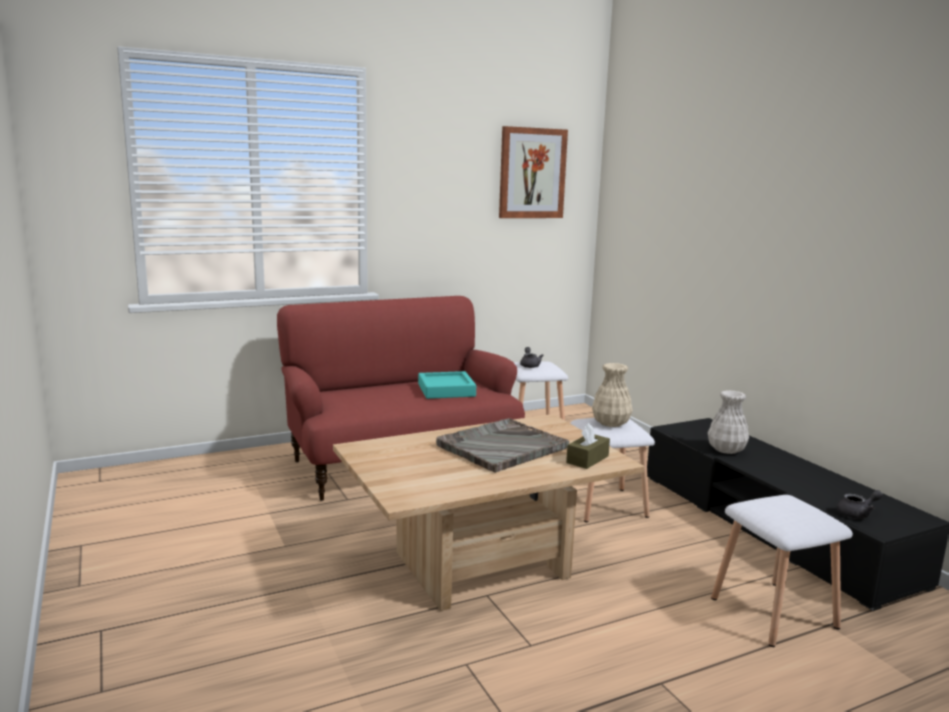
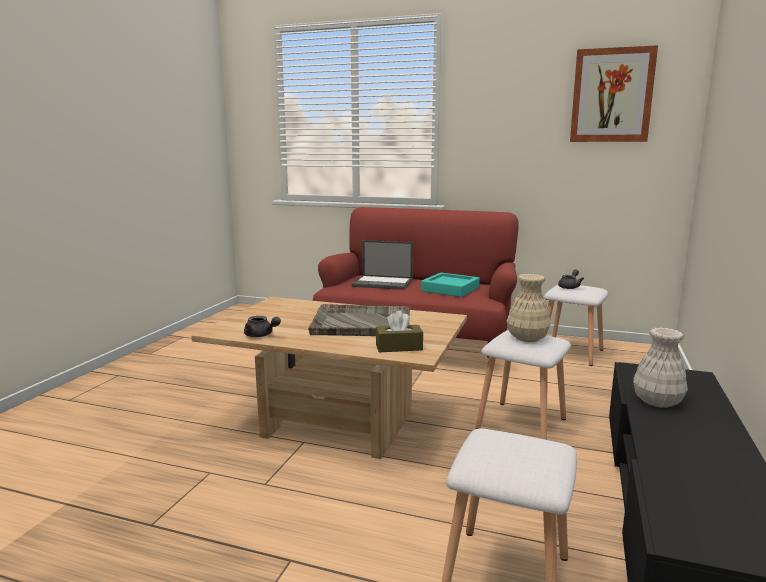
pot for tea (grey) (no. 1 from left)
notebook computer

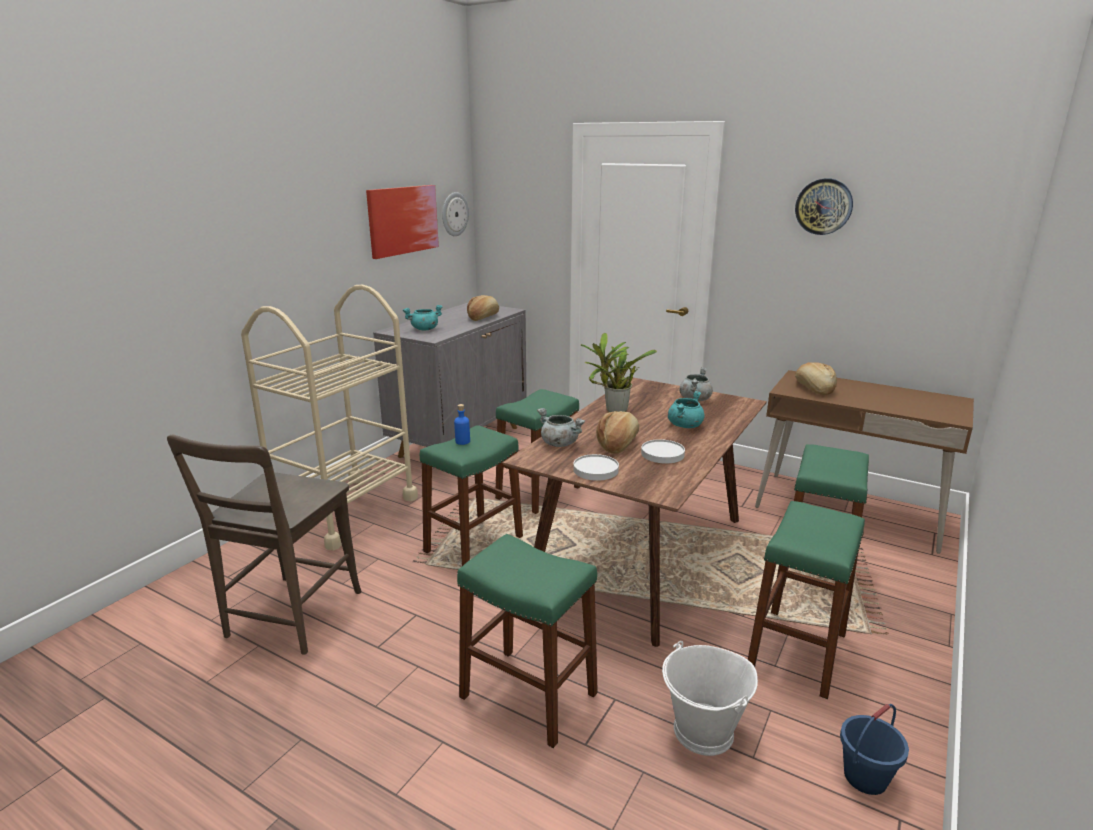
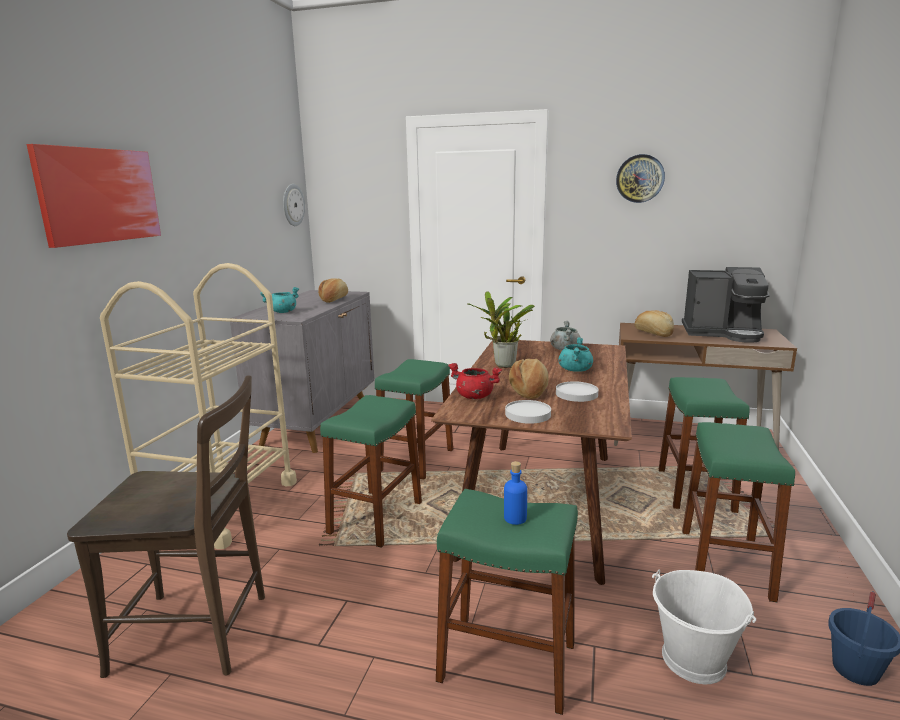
upright chair (brown-coloured)
wall picture
drink bottle (blue)
cooking pot (reddish)
coffee maker

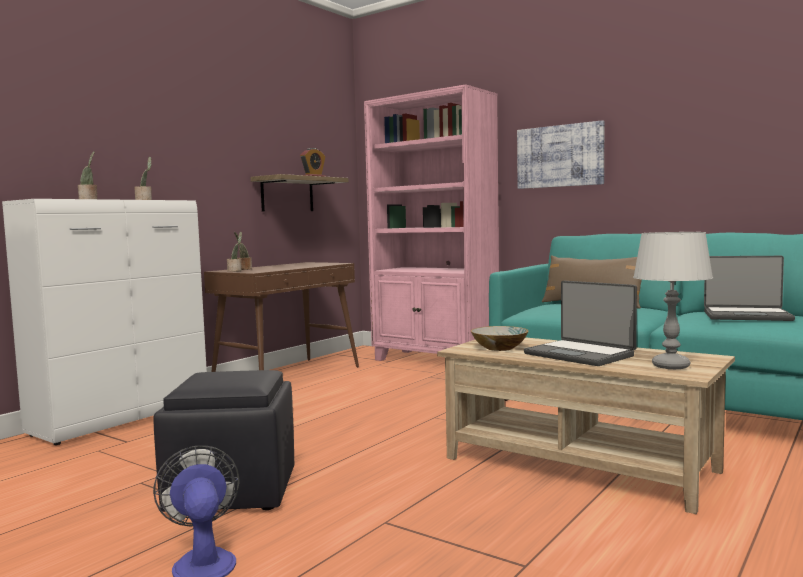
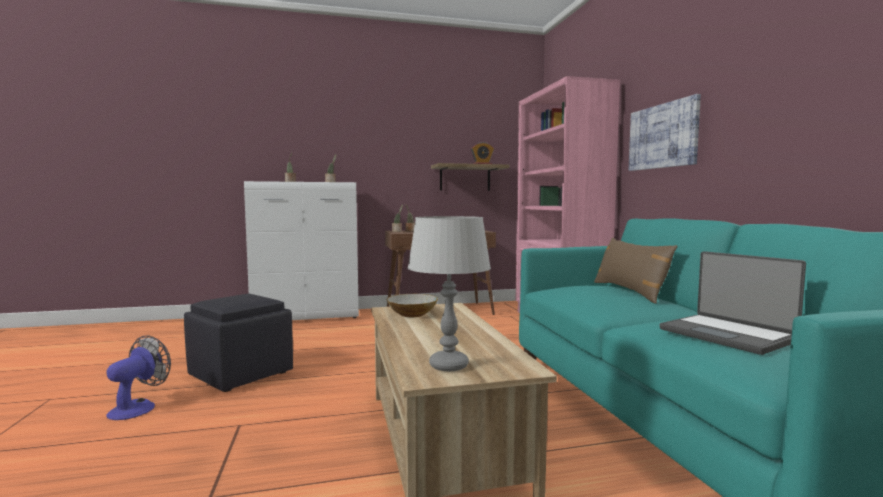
notebook computer (no. 1 from left in the first image)

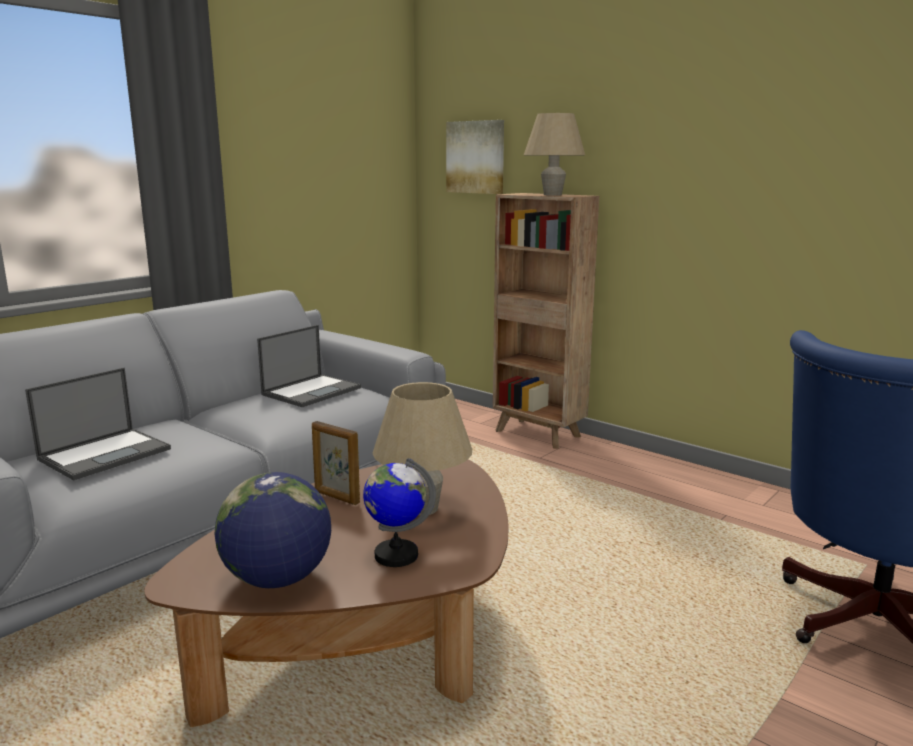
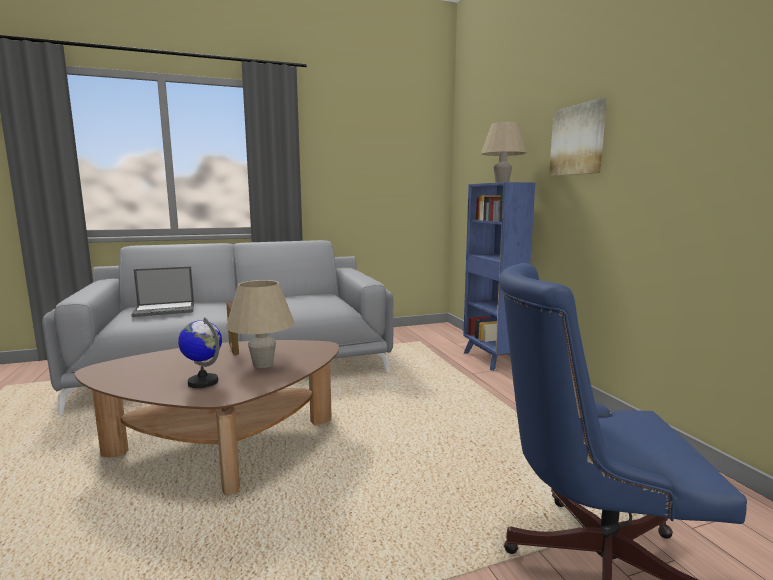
world globe (no. 1 from left in the first image)
notebook computer (no. 2 from left in the first image)
wall picture
shelving unit (blue)

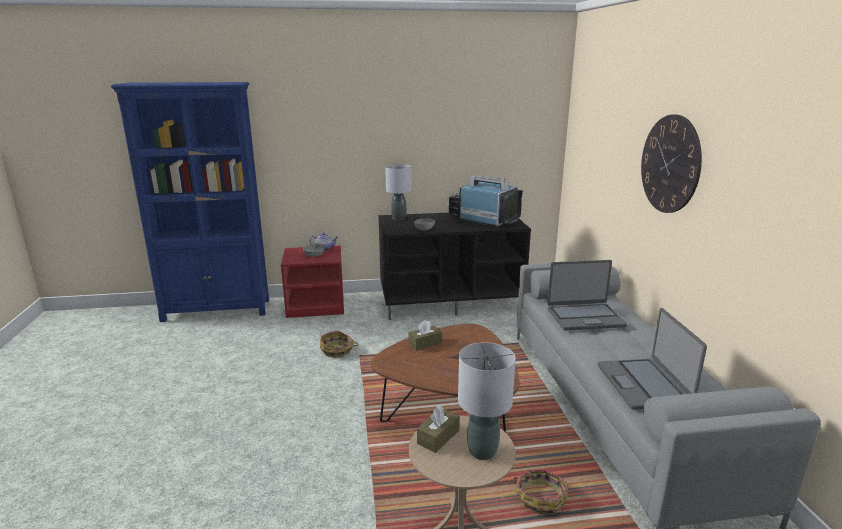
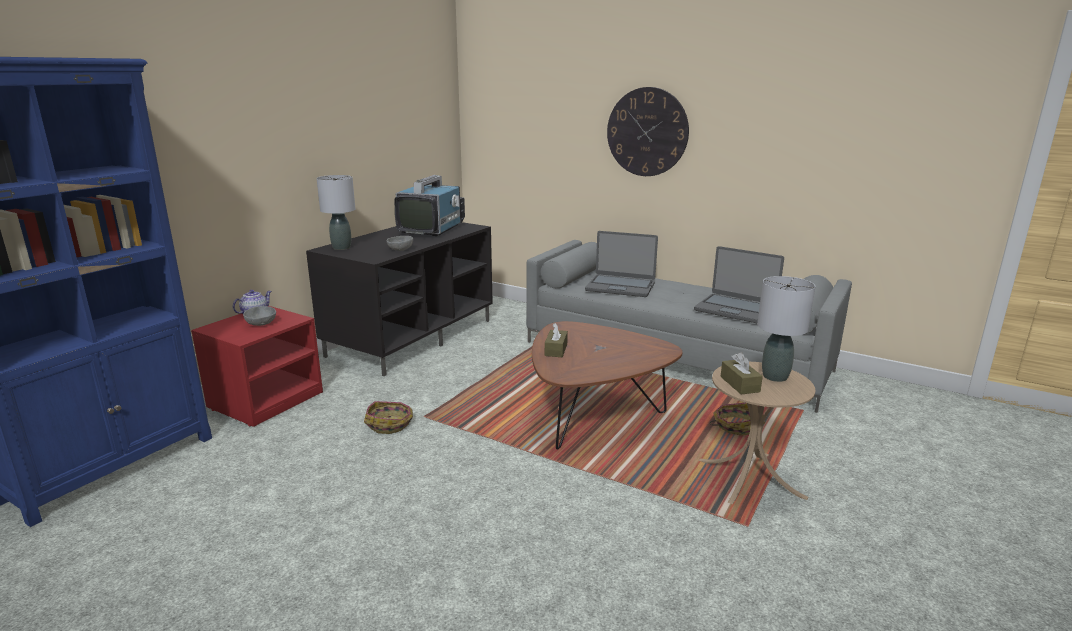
TV
notebook computer (no. 1 from left)

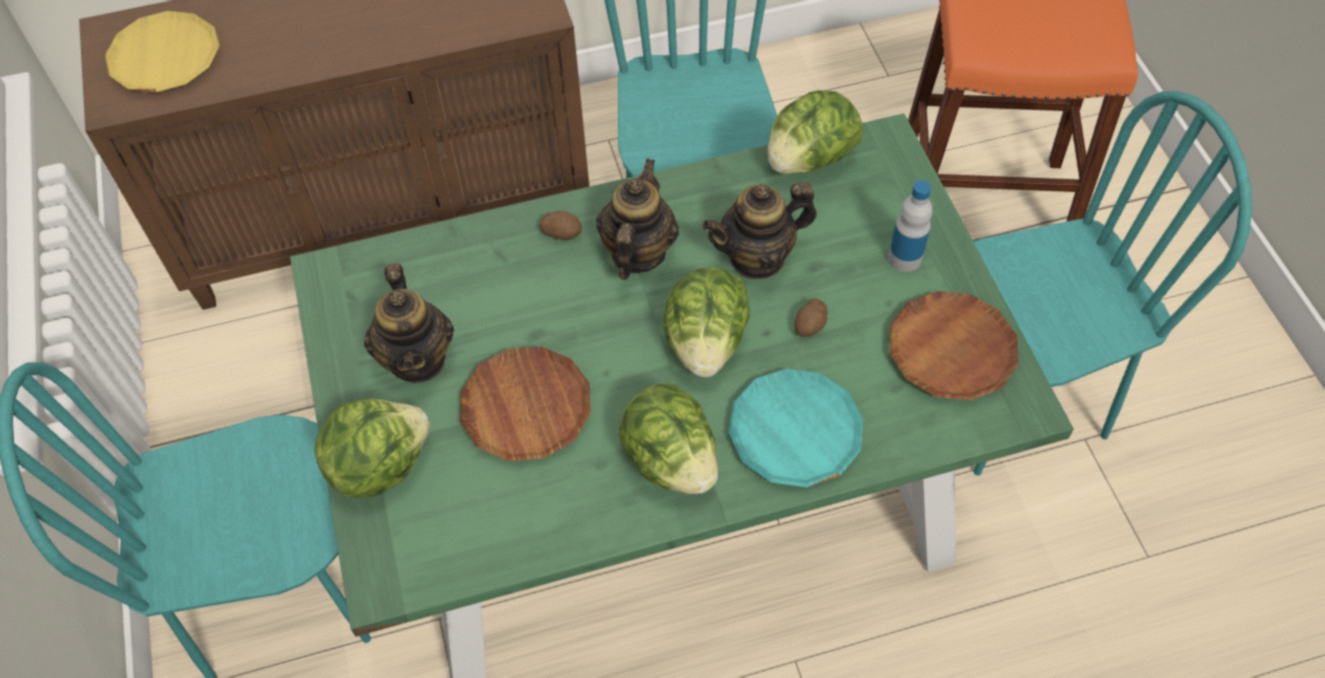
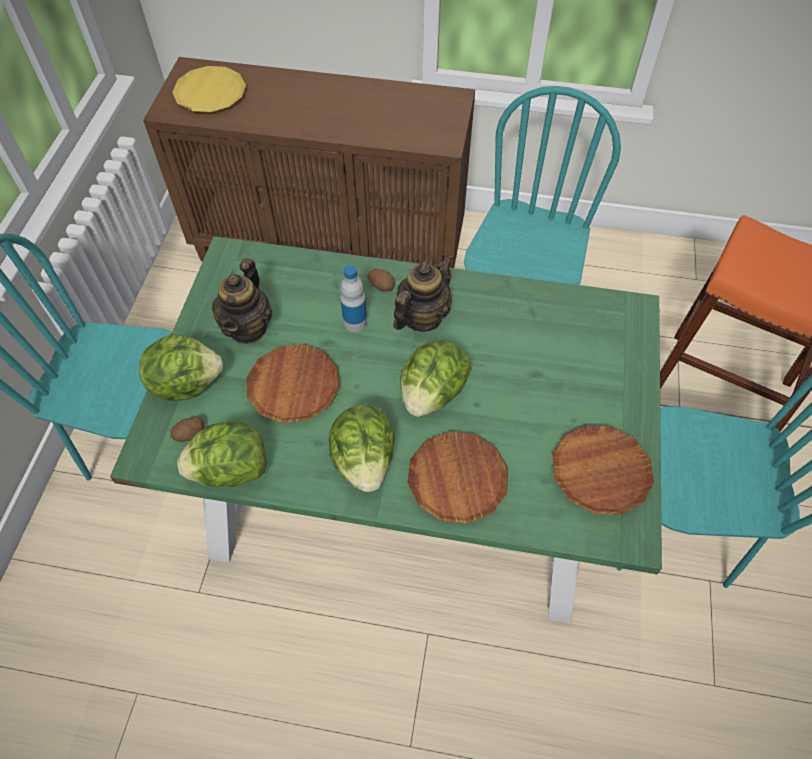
pot for tea (no. 3 from left in the first image)
plate (brown-coloured) (no. 2 from left)
head of lettuce (no. 2 from left)
spud (no. 1 from left)
drink bottle

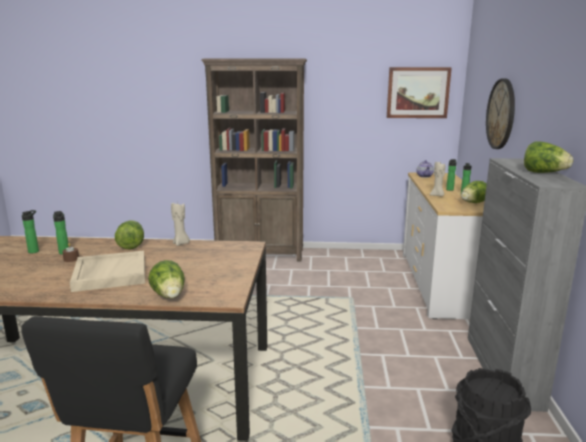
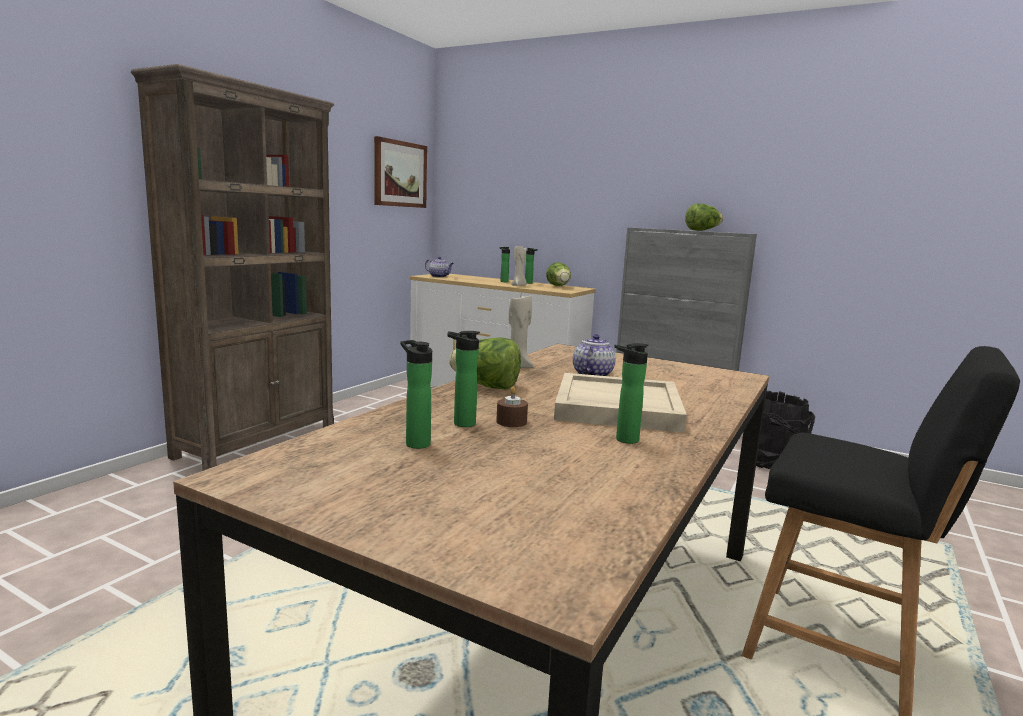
head of lettuce (no. 2 from left in the first image)
wall clock
pot for tea (no. 2 from left)
drink bottle (no. 5 from left)

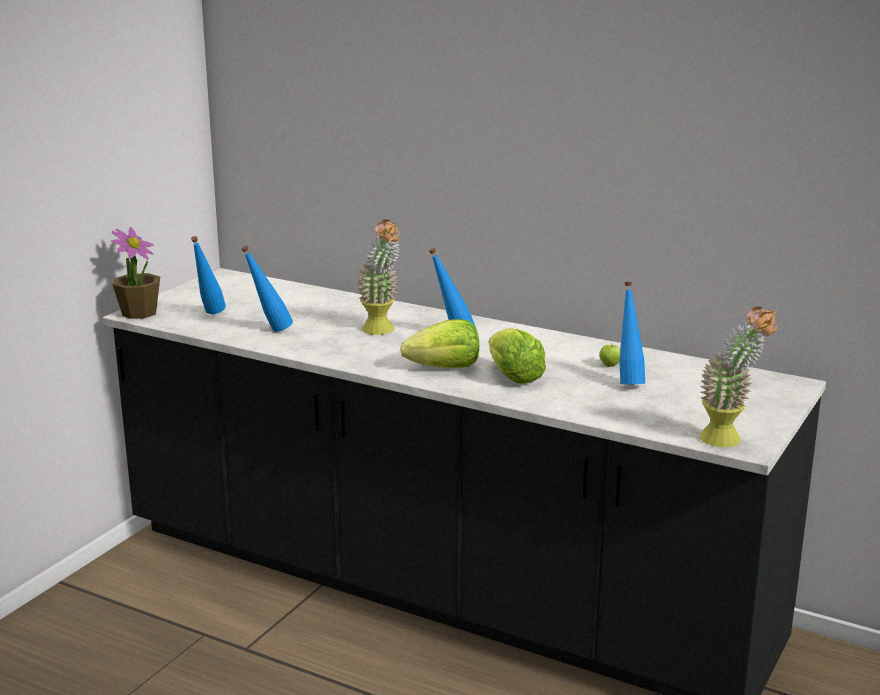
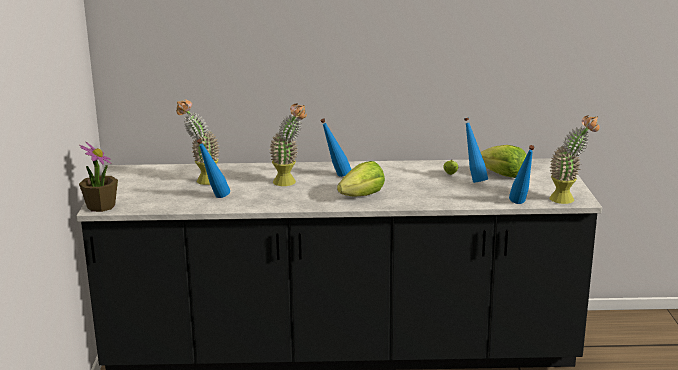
drink bottle (blue) (no. 4 from left)
head of lettuce (no. 2 from left)
houseplant (no. 2 from left)

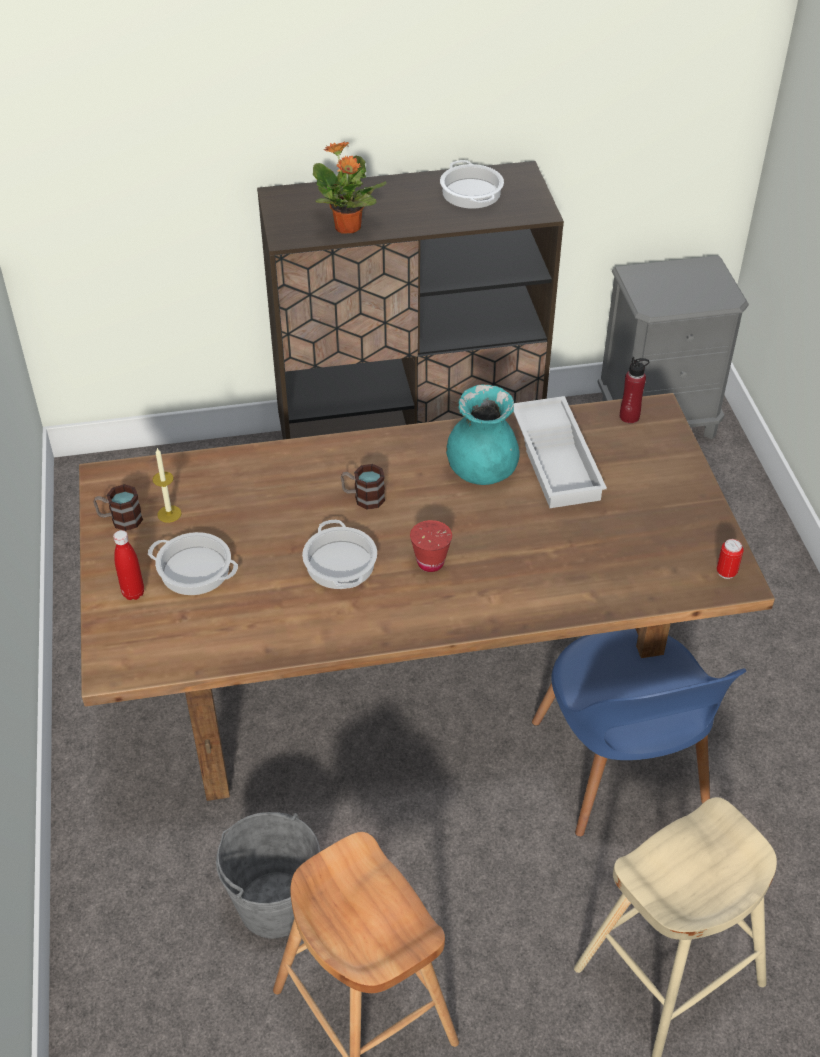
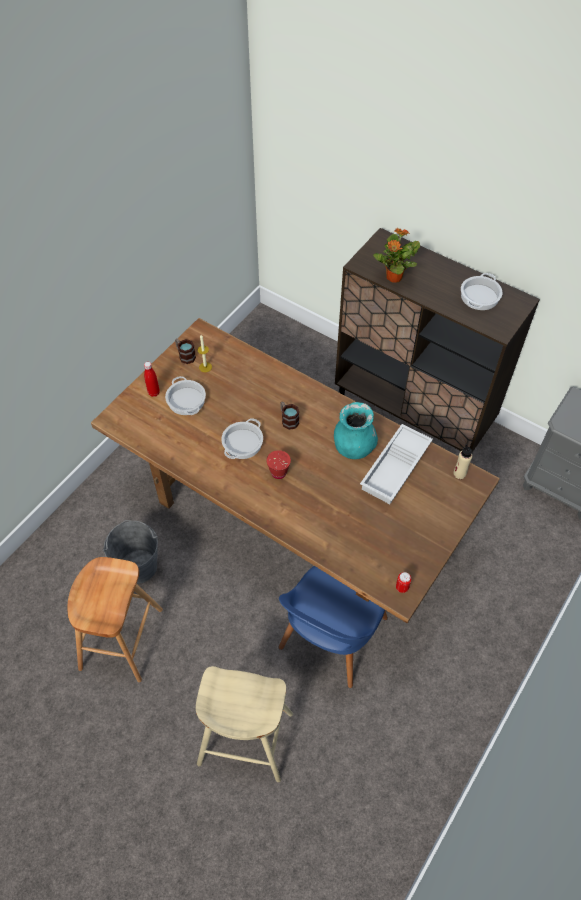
drink bottle (sand-coloured)

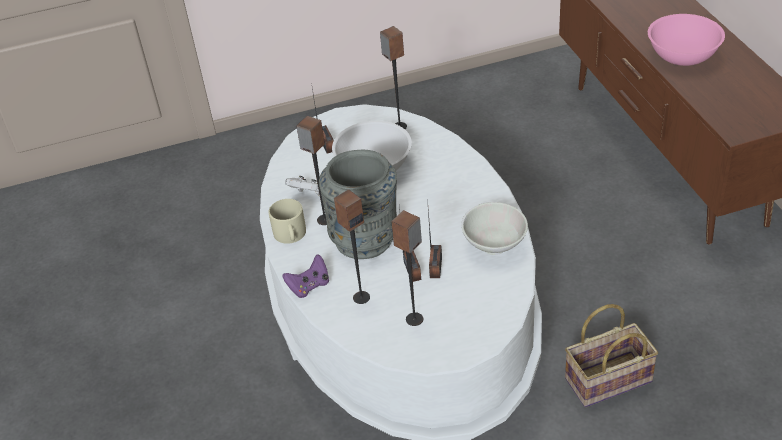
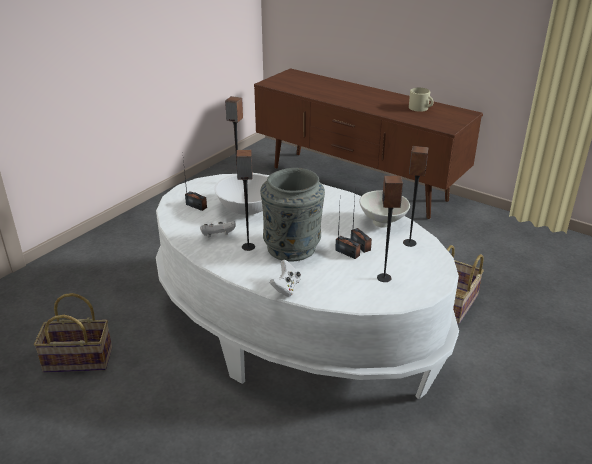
mug (sand-coloured)
game controller (whitish) (no. 2 from left)
speaker (no. 4 from left)
bowl (pink)
basket (no. 1 from left)

